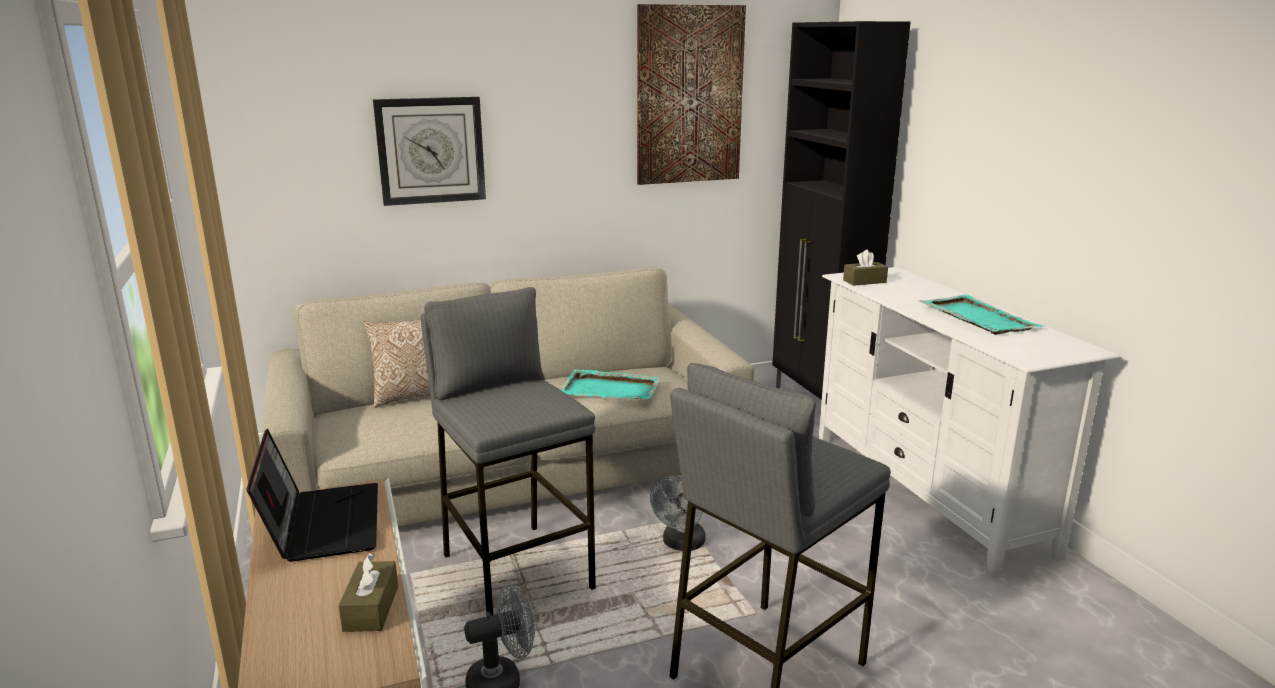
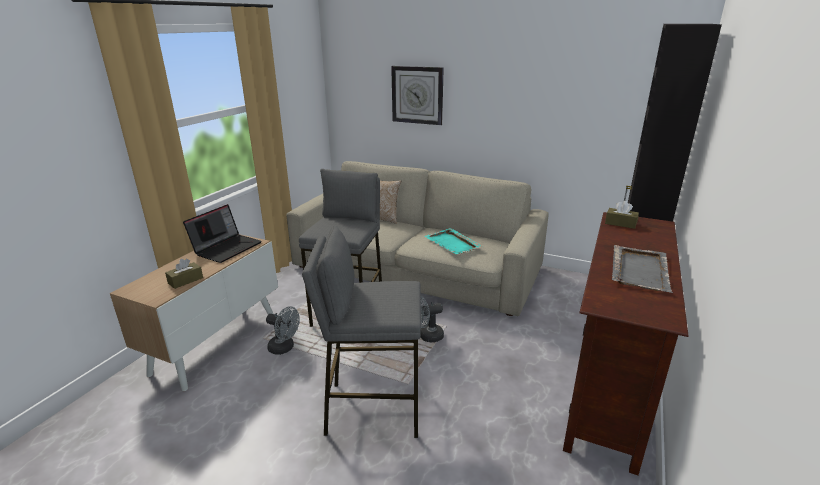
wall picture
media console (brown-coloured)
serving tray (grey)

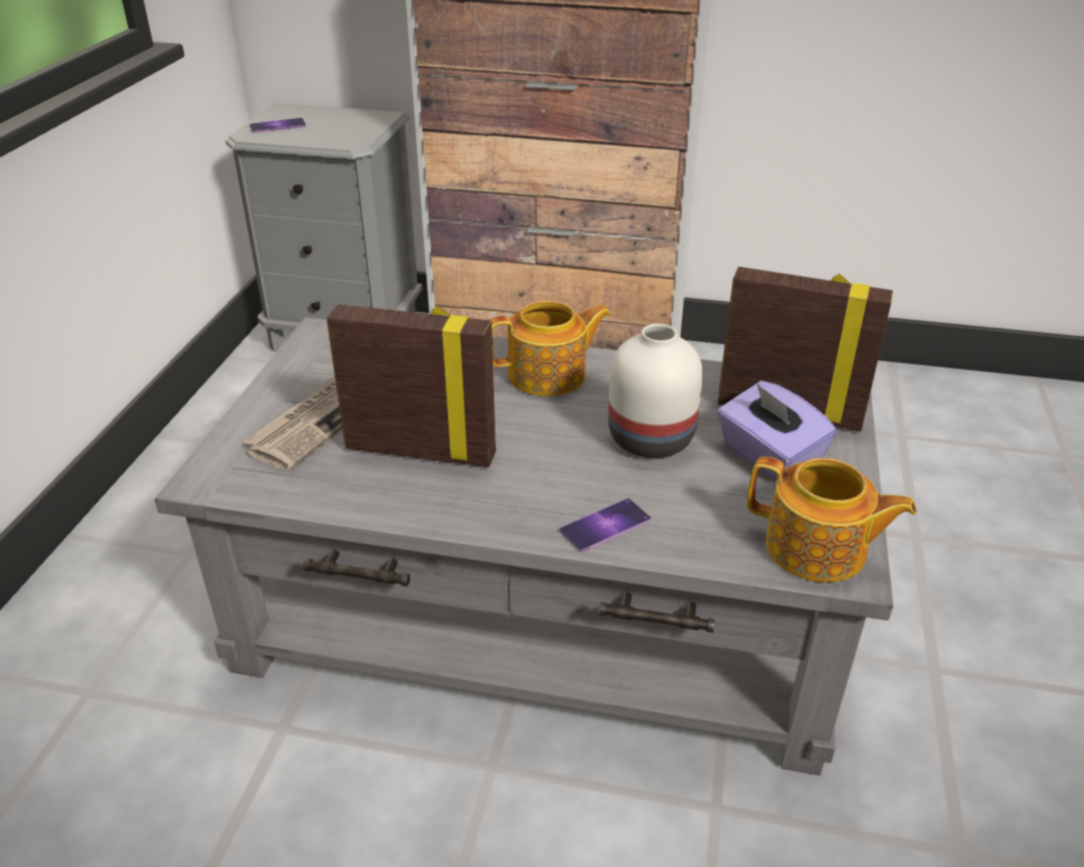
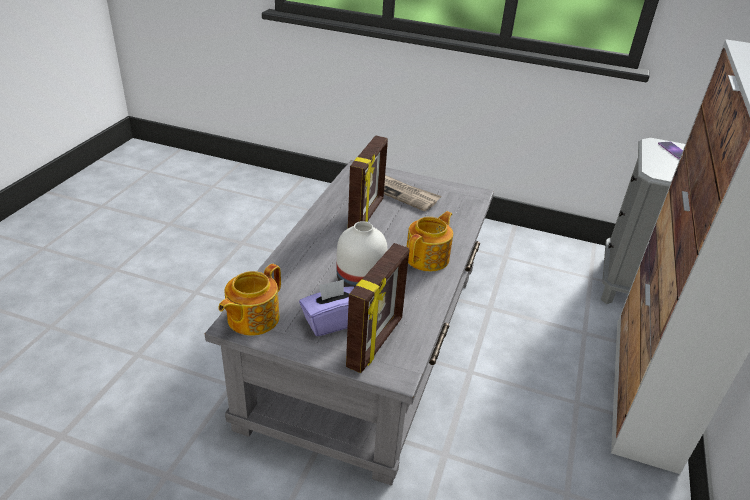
pot for tea (no. 2 from left)
phone (no. 2 from left in the first image)

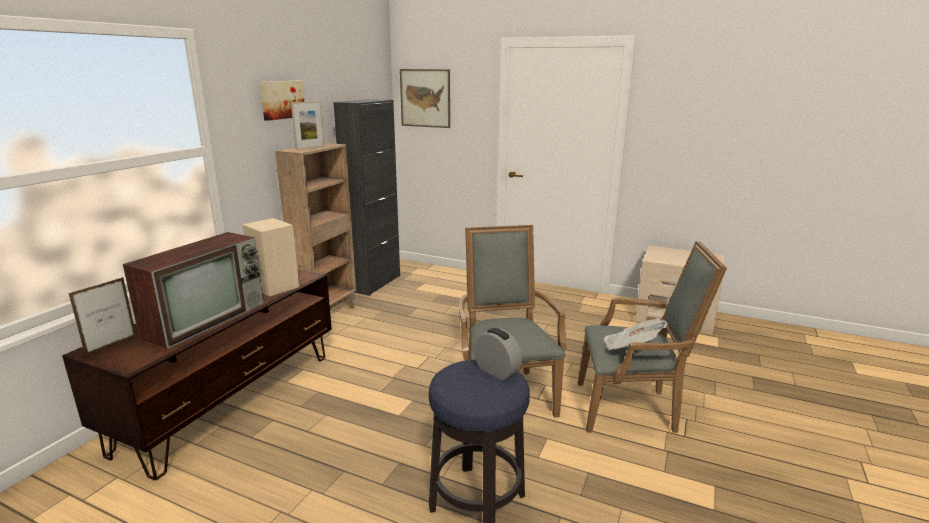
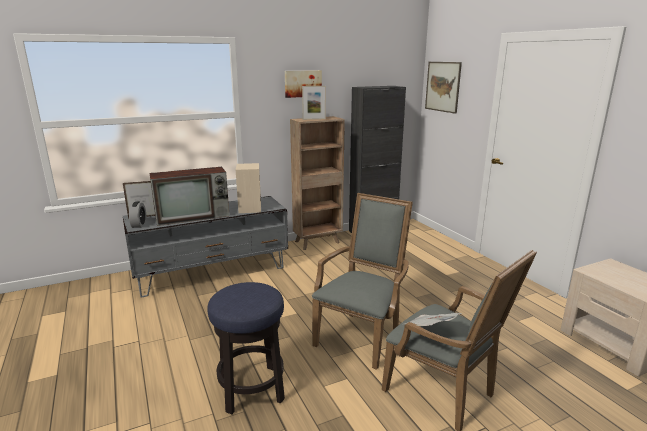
media console (grey)
alarm clock

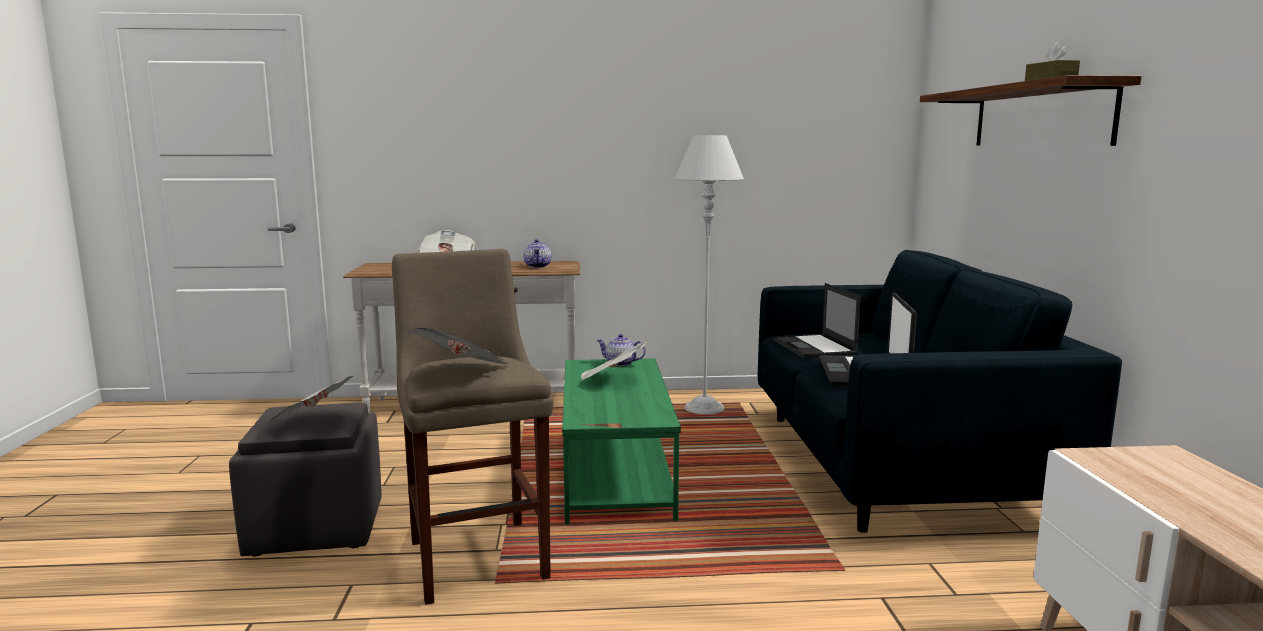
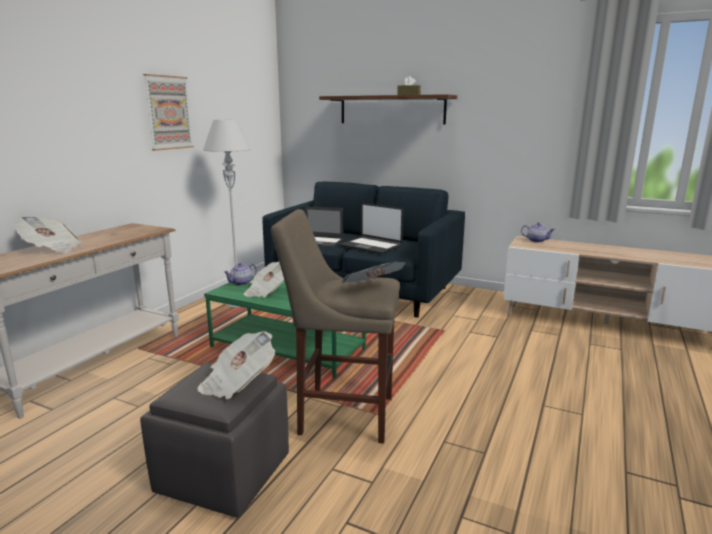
pot for tea (no. 2 from left)
wall picture

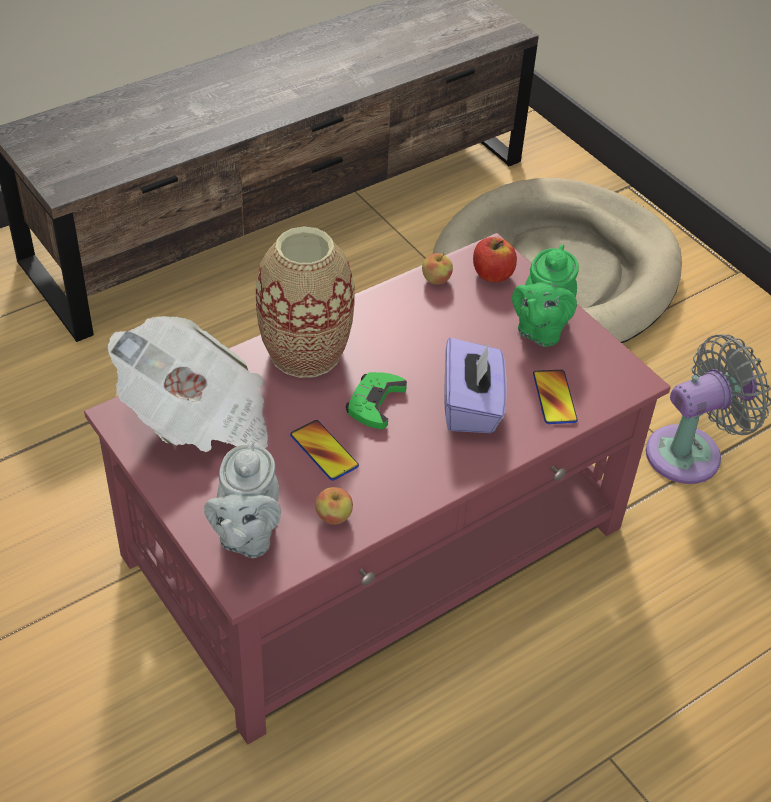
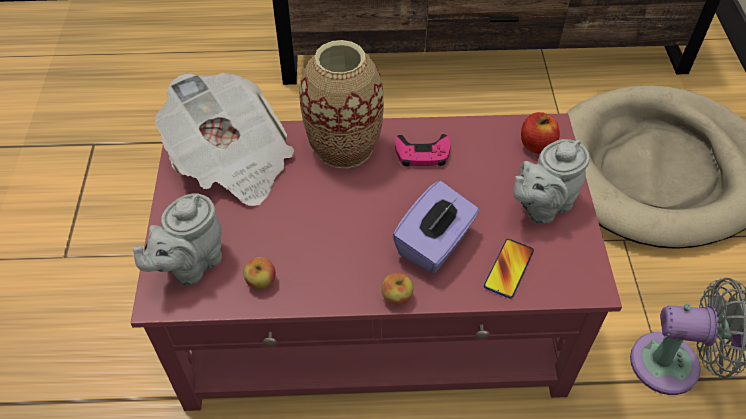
phone (no. 1 from left in the first image)
game controller (green)
apple (no. 2 from left)
pot for tea (grey) (no. 2 from left)
game controller (pink)

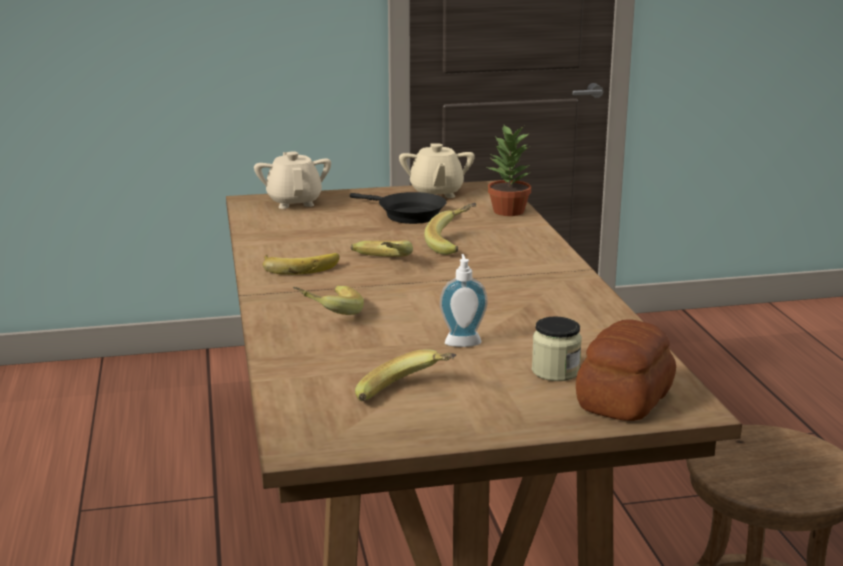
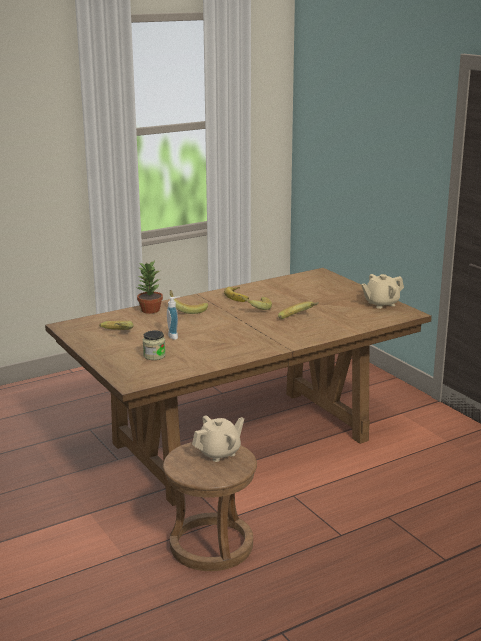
pot for tea (sand-coloured) (no. 1 from left)
skillet (black)
houseplant
bread

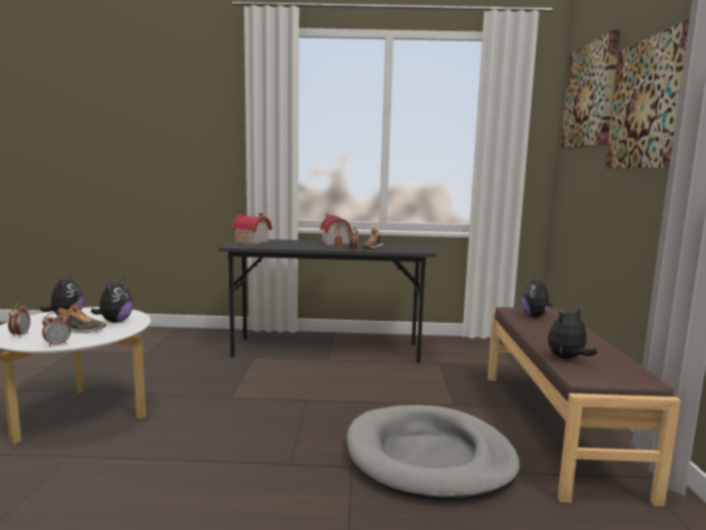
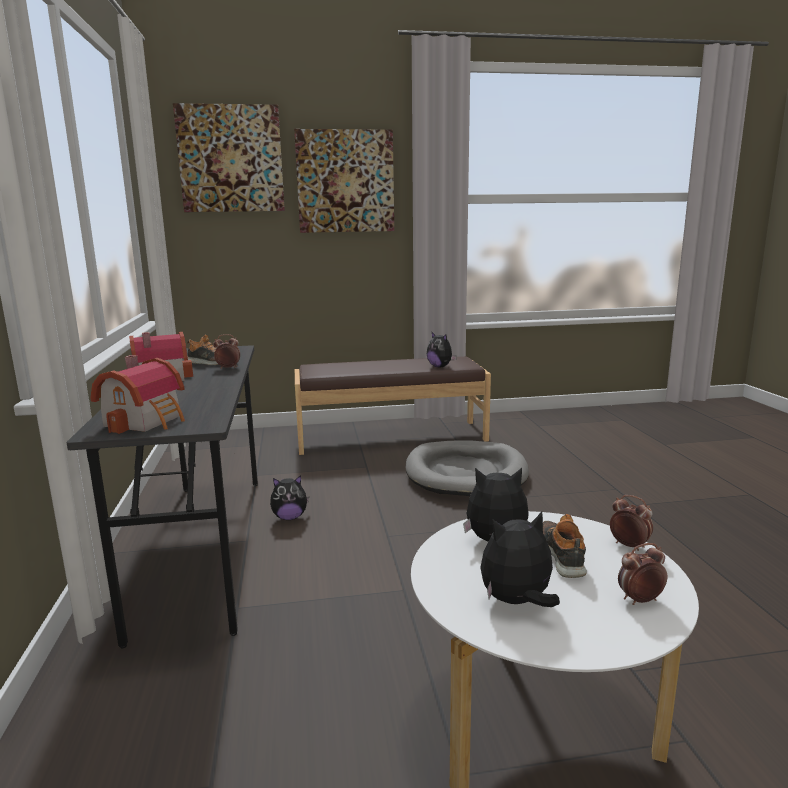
cuddly toy (no. 1 from left)

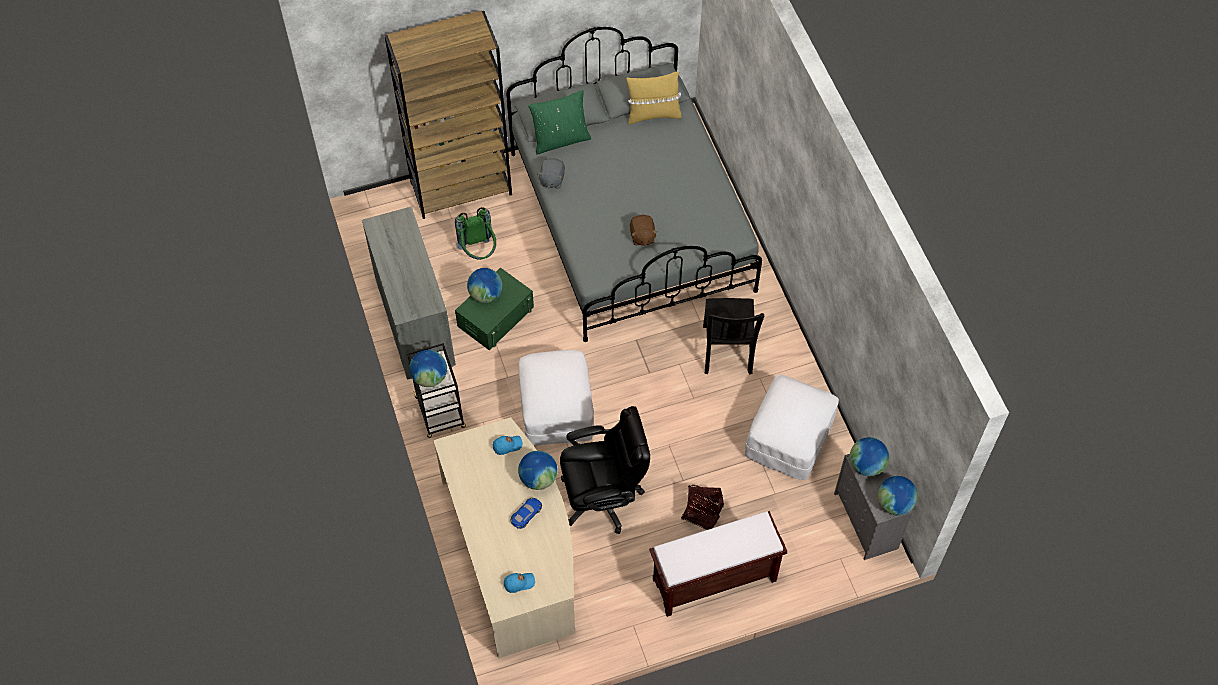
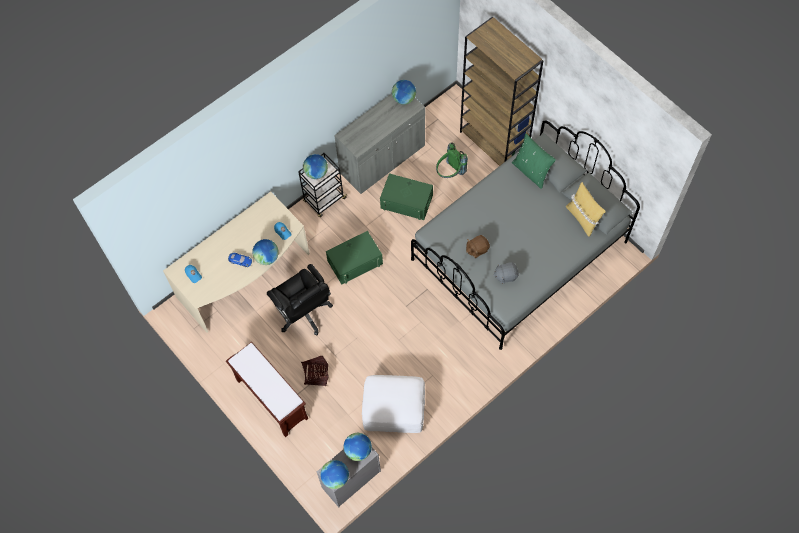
world globe (no. 5 from left)
storage box (green) (no. 1 from left)
cuddly toy (grey)
upright chair (black)

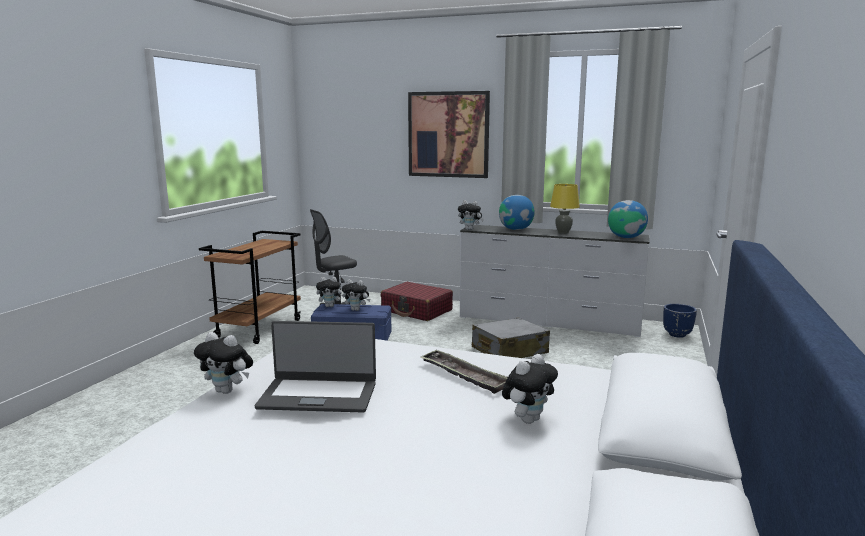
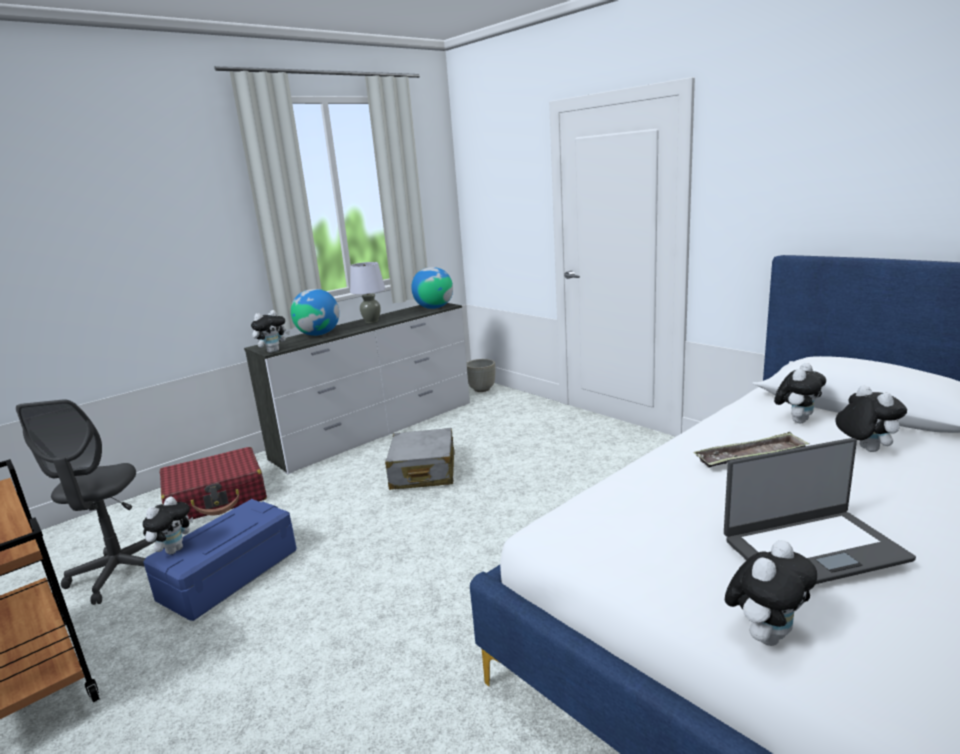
notebook computer
cuddly toy (no. 4 from left)
wall picture
tabletop lamp (grey)
flower pot (grey)

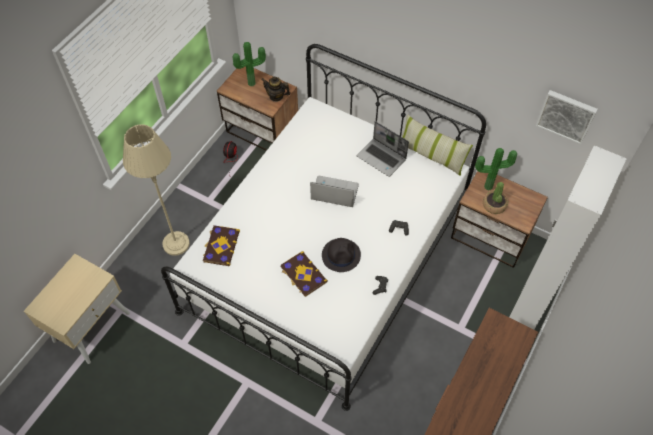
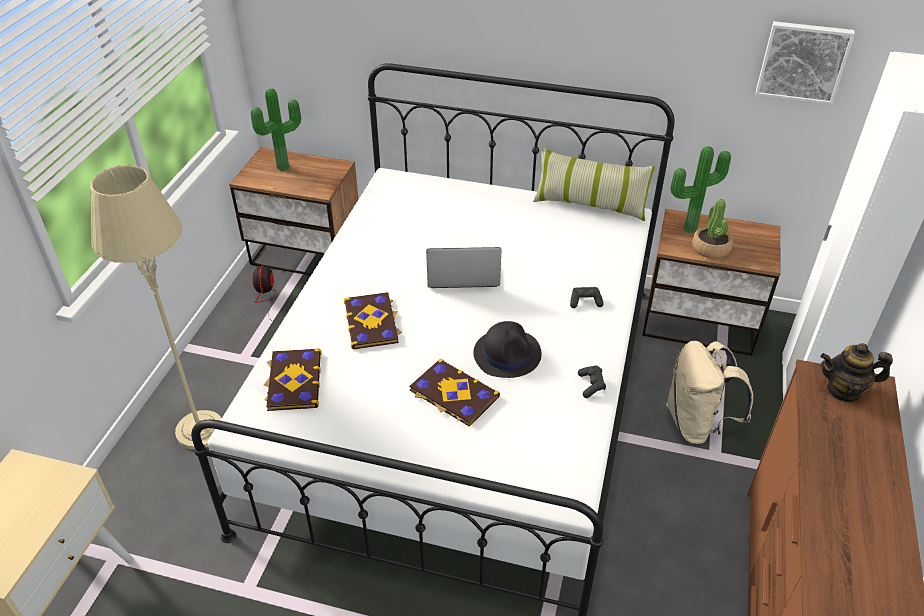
pot for tea
notebook computer (no. 2 from left in the first image)
book (no. 2 from left)
knapsack (sand-coloured)

